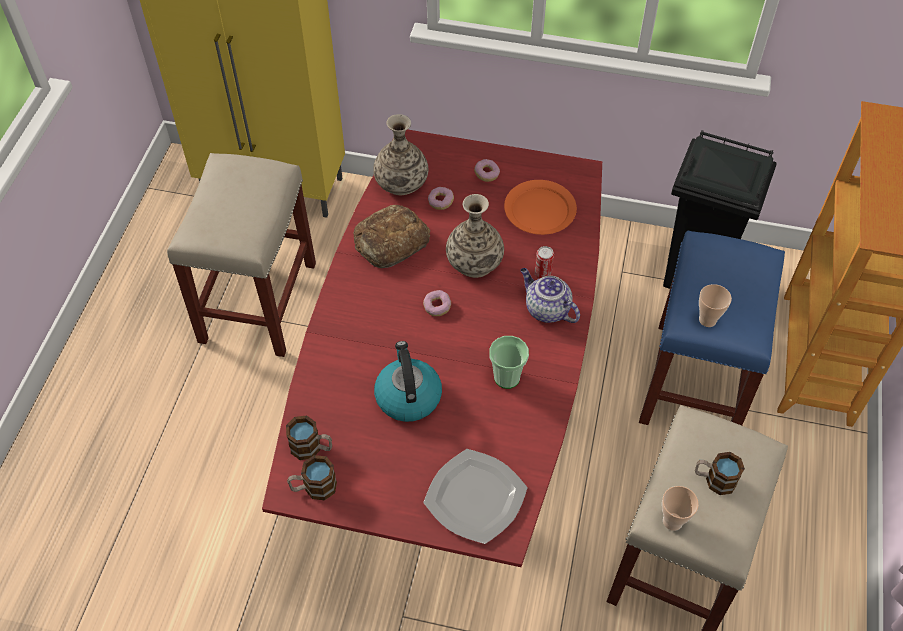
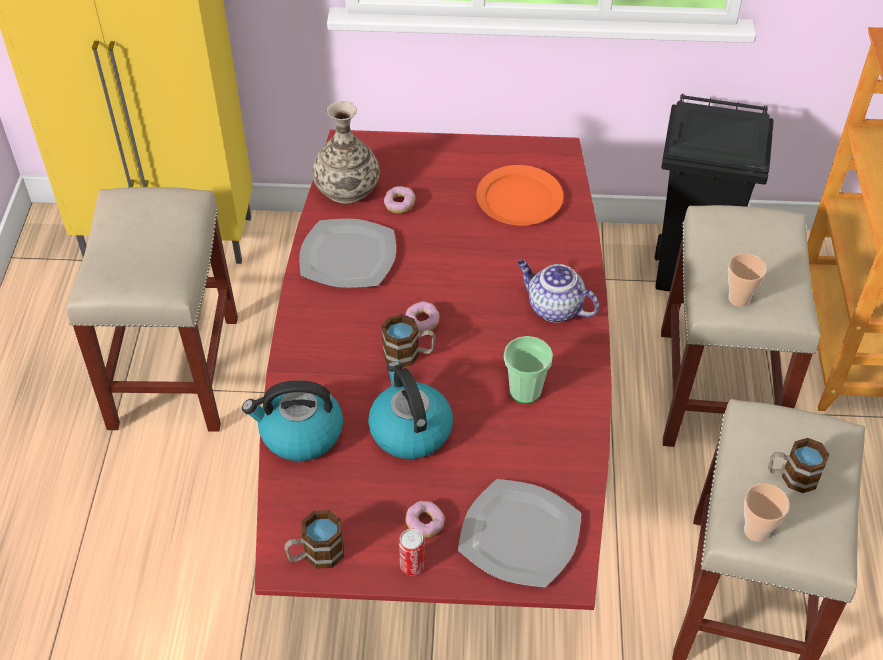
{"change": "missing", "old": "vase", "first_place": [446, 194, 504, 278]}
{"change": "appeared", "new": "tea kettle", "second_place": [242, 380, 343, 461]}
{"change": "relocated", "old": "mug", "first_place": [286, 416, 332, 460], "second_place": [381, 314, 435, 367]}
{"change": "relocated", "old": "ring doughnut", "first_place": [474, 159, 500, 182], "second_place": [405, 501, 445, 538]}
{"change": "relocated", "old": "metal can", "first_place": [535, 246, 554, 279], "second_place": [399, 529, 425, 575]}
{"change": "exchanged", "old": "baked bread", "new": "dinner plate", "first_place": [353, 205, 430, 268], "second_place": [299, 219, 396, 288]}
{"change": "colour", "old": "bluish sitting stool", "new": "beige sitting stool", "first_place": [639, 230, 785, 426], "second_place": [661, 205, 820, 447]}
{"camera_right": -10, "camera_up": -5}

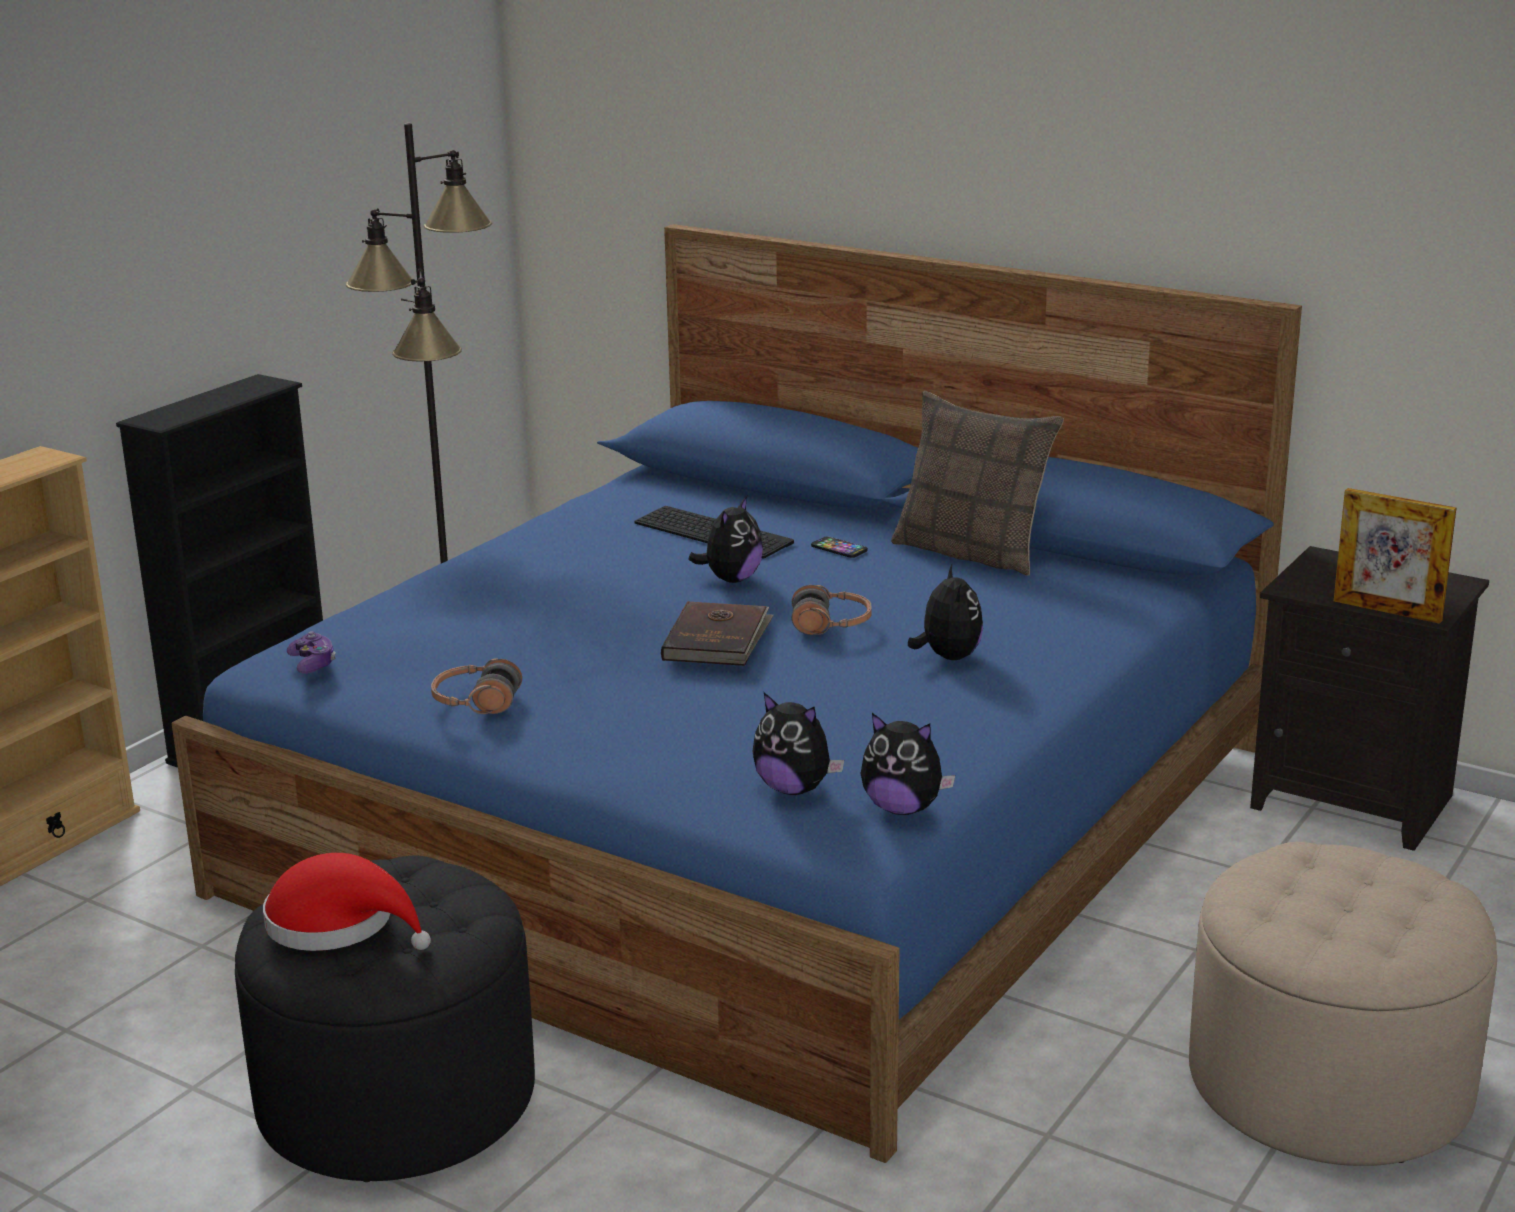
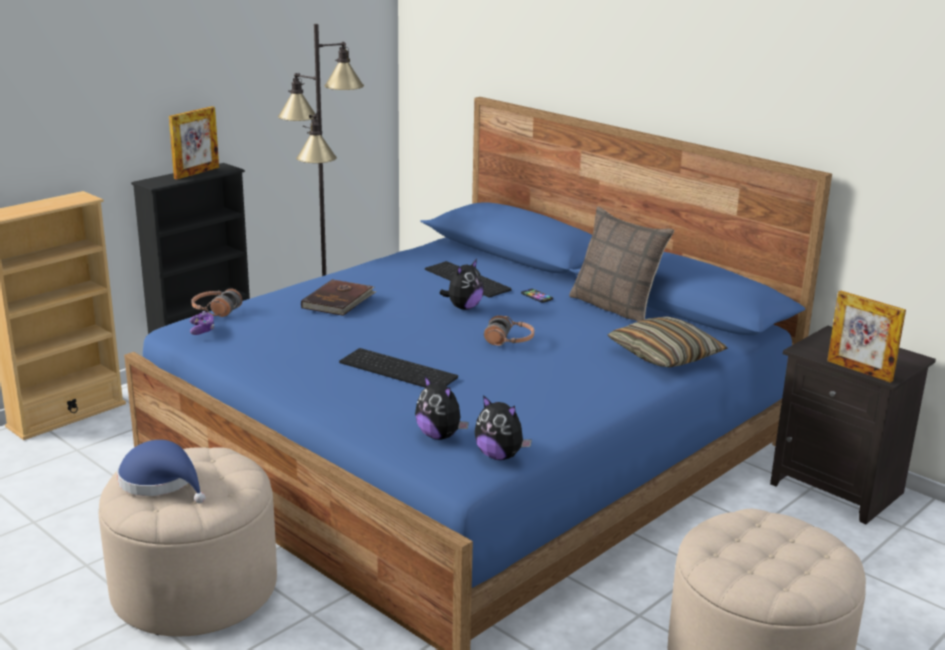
{"change": "missing", "old": "soft toy", "first_place": [908, 565, 983, 660]}
{"change": "appeared", "new": "picture frame", "second_place": [169, 106, 219, 179]}
{"change": "appeared", "new": "keyboard", "second_place": [339, 348, 458, 388]}
{"change": "appeared", "new": "pillow", "second_place": [608, 316, 728, 367]}
{"change": "relocated", "old": "headset", "first_place": [431, 658, 522, 714], "second_place": [191, 288, 242, 317]}
{"change": "relocated", "old": "brownish volume", "first_place": [661, 601, 774, 666], "second_place": [301, 279, 377, 316]}
{"change": "colour", "old": "black footrest", "new": "beige footrest", "first_place": [235, 856, 535, 1182], "second_place": [99, 447, 277, 636]}
{"change": "colour", "old": "red clothing hat", "new": "bluish clothing hat", "first_place": [263, 853, 431, 951], "second_place": [117, 440, 206, 503]}
{"camera_right": 10, "camera_up": 0}

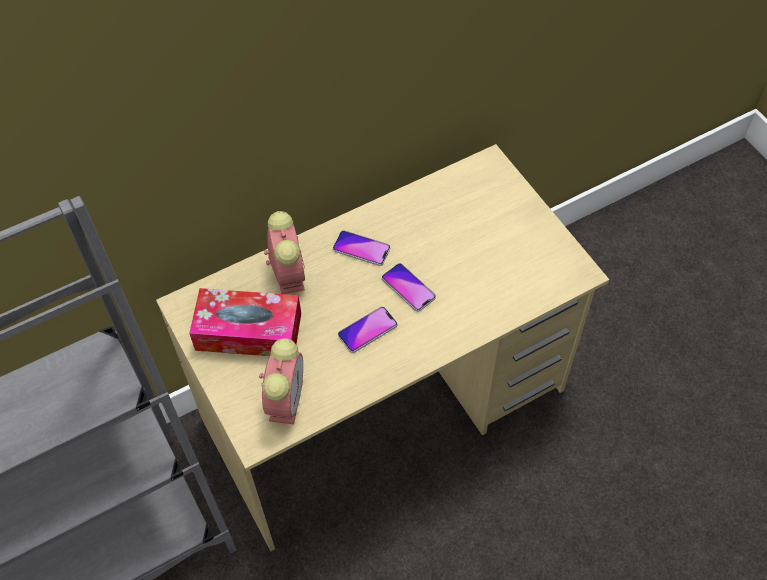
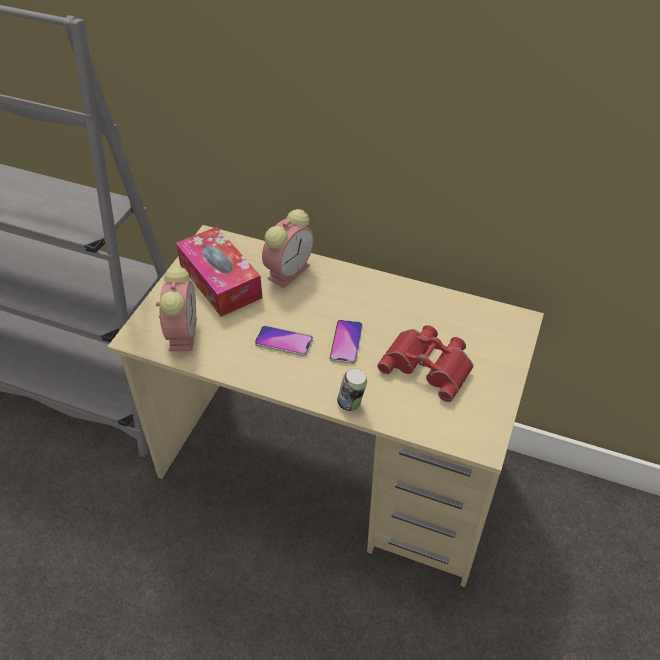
{"change": "missing", "old": "handset", "first_place": [333, 230, 390, 266]}
{"change": "appeared", "new": "metal can", "second_place": [337, 368, 367, 411]}
{"change": "appeared", "new": "red field glasses", "second_place": [377, 325, 473, 402]}
{"change": "spun", "old": "alarm clock", "first_place": [259, 338, 303, 425], "second_place": [156, 266, 197, 351], "degrees": -60}
{"camera_right": 50, "camera_up": -10}

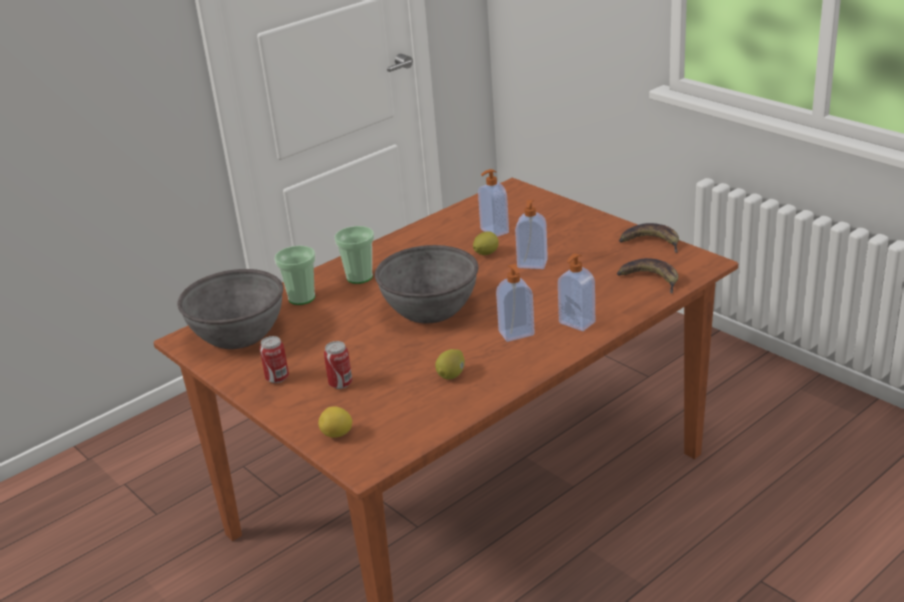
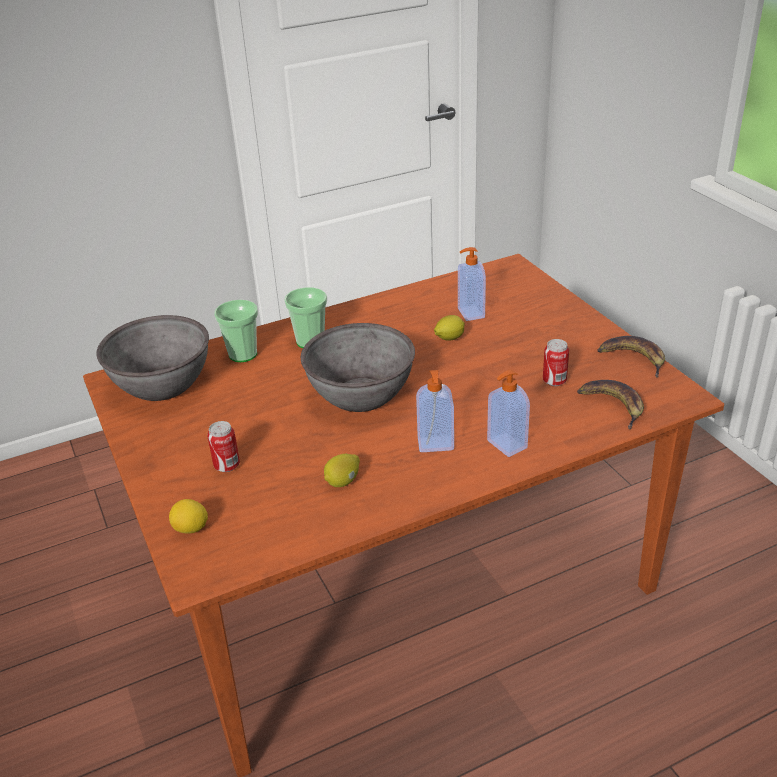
{"change": "missing", "old": "liquid soap bottle", "first_place": [515, 200, 548, 269]}
{"change": "relocated", "old": "metal can", "first_place": [260, 336, 289, 383], "second_place": [543, 339, 569, 386]}
{"camera_right": 15, "camera_up": 5}

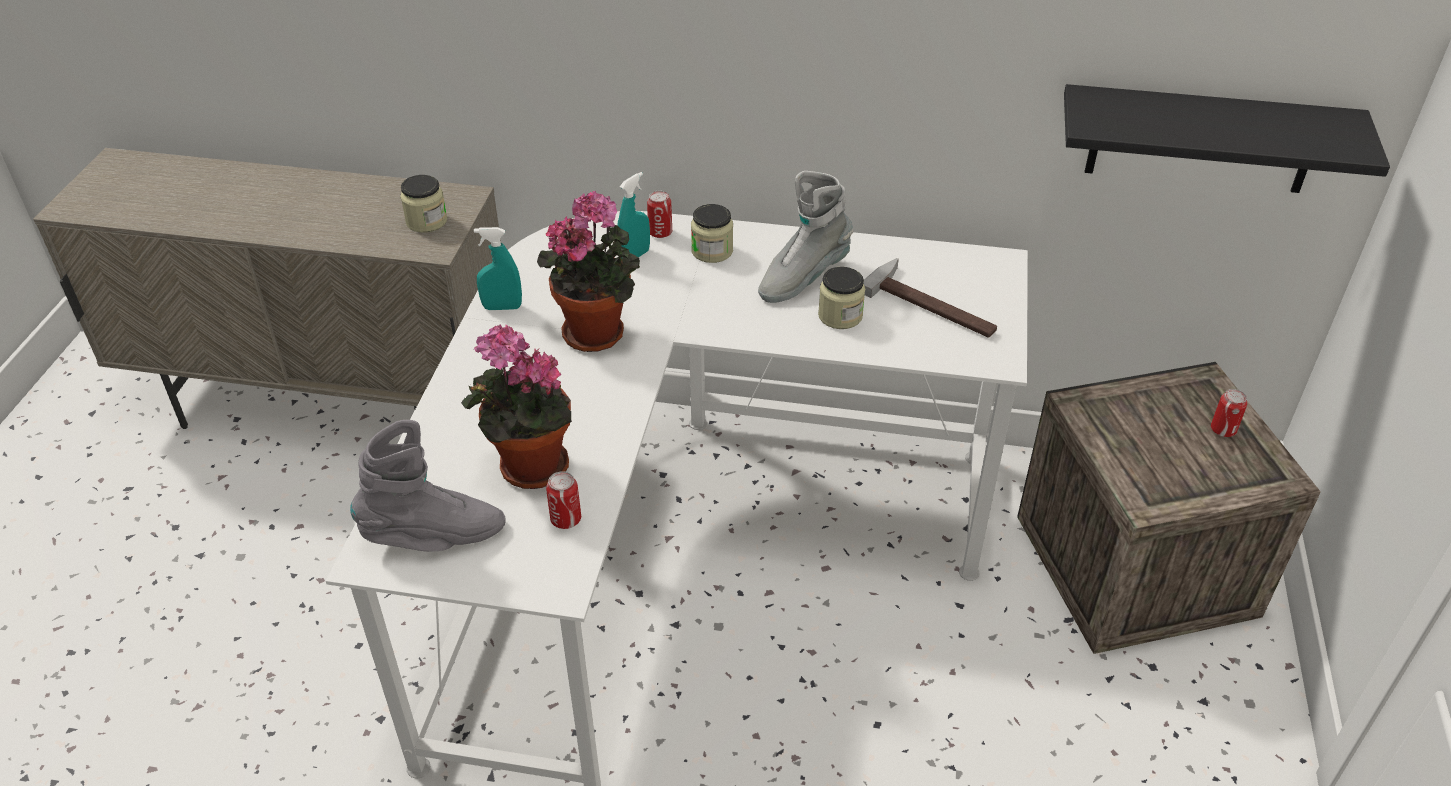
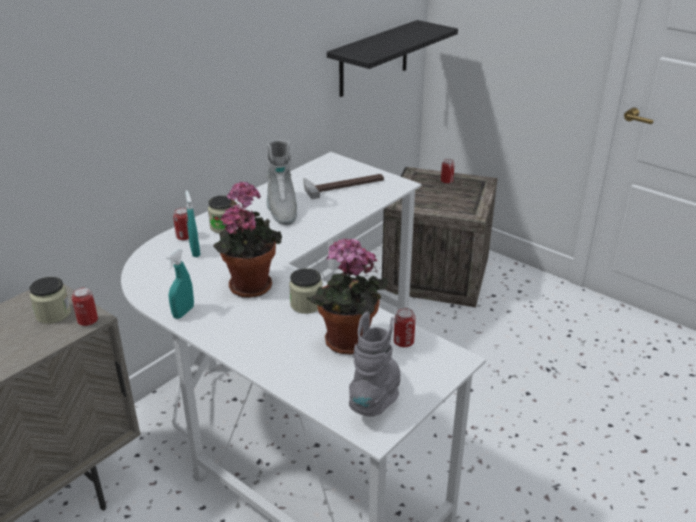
{"change": "appeared", "new": "metal can", "second_place": [72, 287, 98, 326]}
{"change": "relocated", "old": "storage jar", "first_place": [818, 267, 865, 329], "second_place": [289, 268, 323, 314]}
{"camera_right": -60, "camera_up": -10}

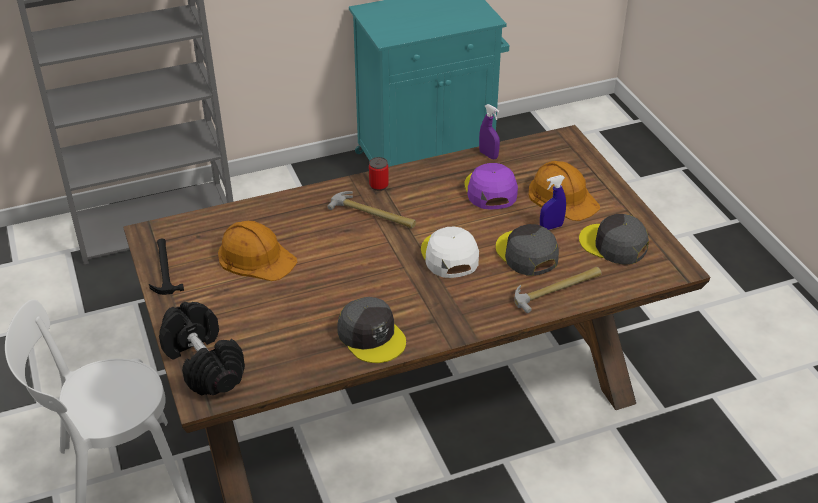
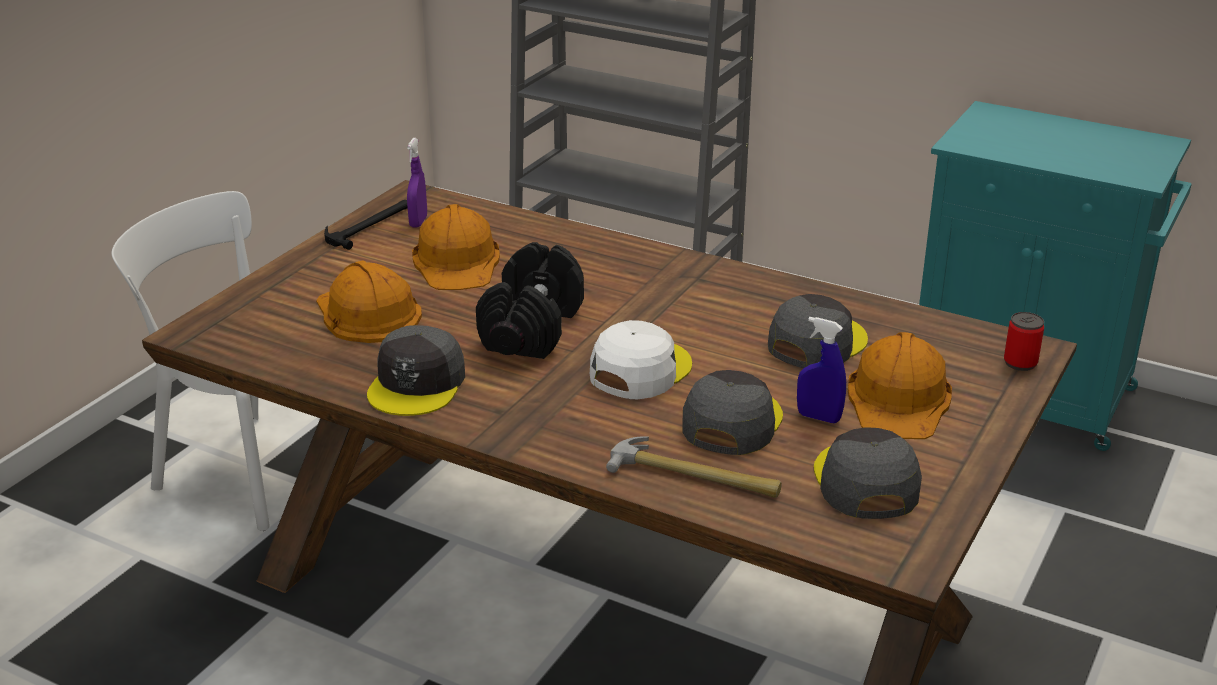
{"change": "missing", "old": "hand hammer", "first_place": [327, 191, 416, 229]}
{"change": "appeared", "new": "orange-coloured work helmet", "second_place": [316, 260, 422, 343]}
{"change": "relocated", "old": "black dumbbell", "first_place": [159, 302, 245, 395], "second_place": [476, 242, 584, 359]}
{"change": "relocated", "old": "metal can", "first_place": [369, 157, 389, 191], "second_place": [1004, 312, 1044, 371]}
{"change": "relocated", "old": "purplish sprayer", "first_place": [479, 104, 500, 159], "second_place": [407, 138, 427, 228]}
{"change": "colour", "old": "purplish cap", "new": "grey cap", "first_place": [464, 163, 518, 209], "second_place": [768, 294, 868, 368]}
{"camera_right": 50, "camera_up": -10}

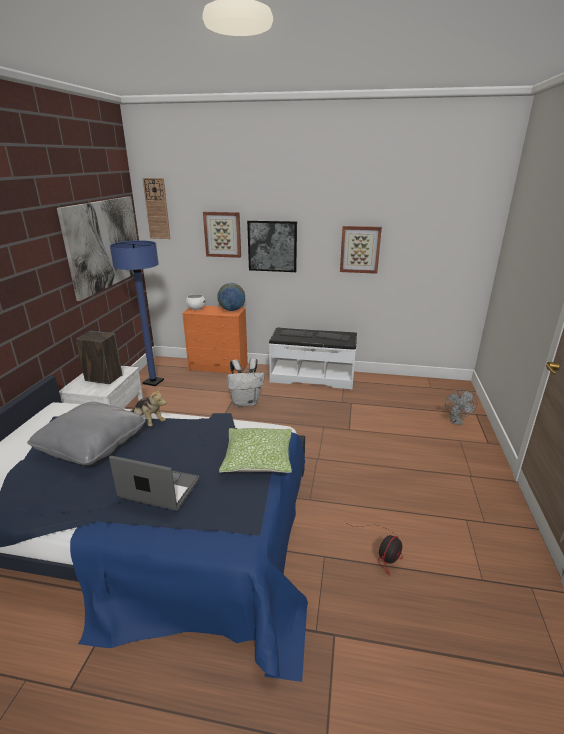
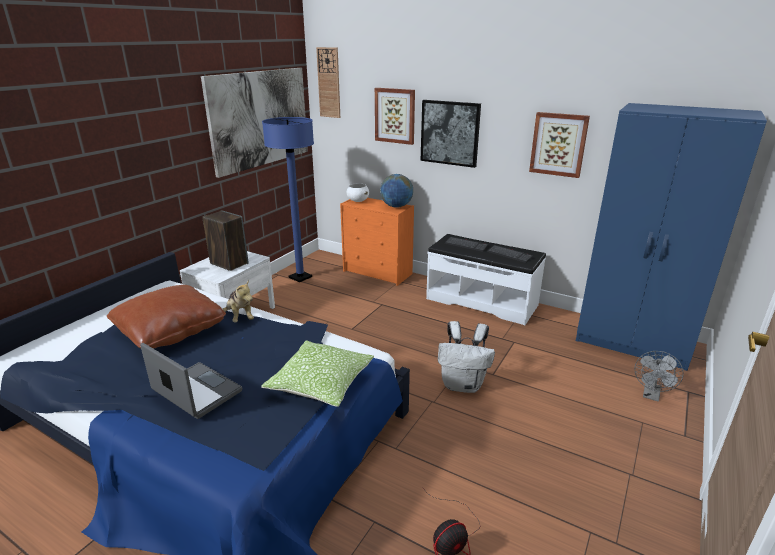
{"change": "appeared", "new": "bluish wardrobe", "second_place": [576, 103, 767, 371]}
{"change": "relocated", "old": "whitish knapsack", "first_place": [227, 358, 264, 407], "second_place": [438, 321, 495, 393]}
{"change": "colour", "old": "grey pillow", "new": "brownish pillow", "first_place": [27, 402, 146, 465], "second_place": [107, 285, 226, 349]}
{"camera_right": 20, "camera_up": 0}

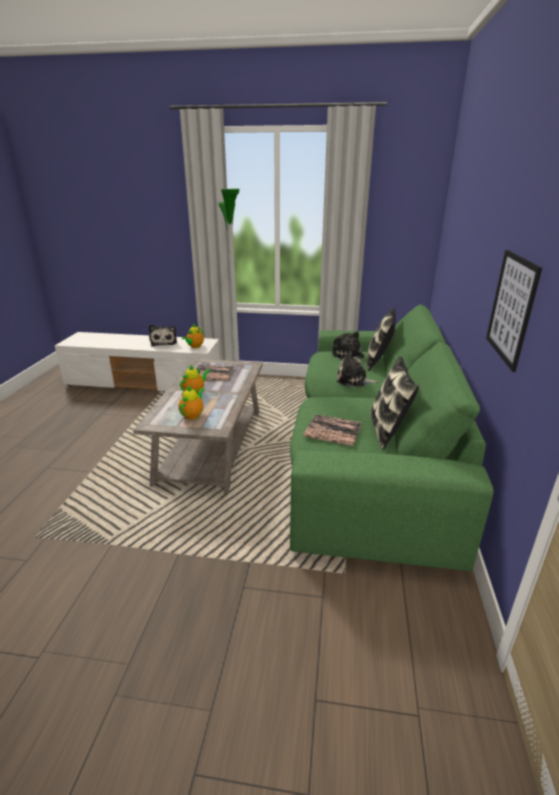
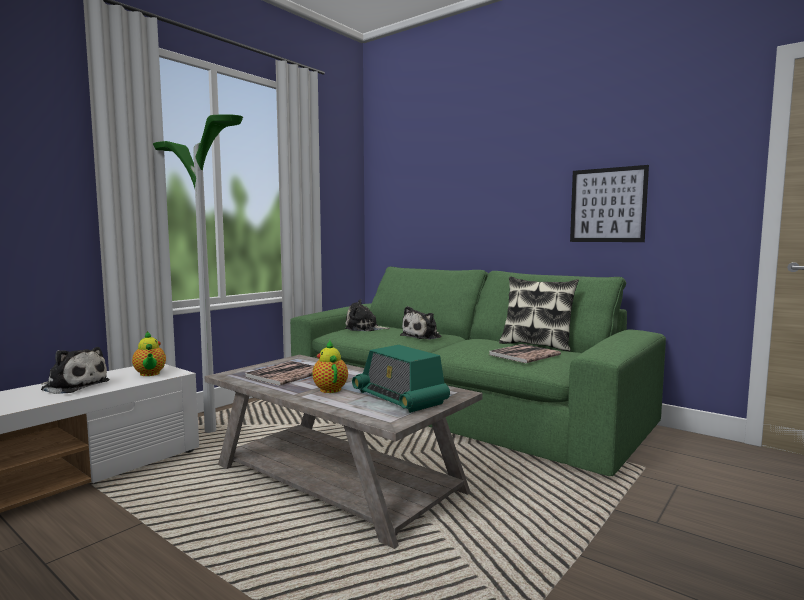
{"change": "missing", "old": "pillow", "first_place": [367, 308, 396, 370]}
{"change": "exchanged", "old": "tea pot", "new": "radio", "first_place": [178, 385, 205, 420], "second_place": [352, 345, 450, 413]}
{"camera_right": -60, "camera_up": -20}

